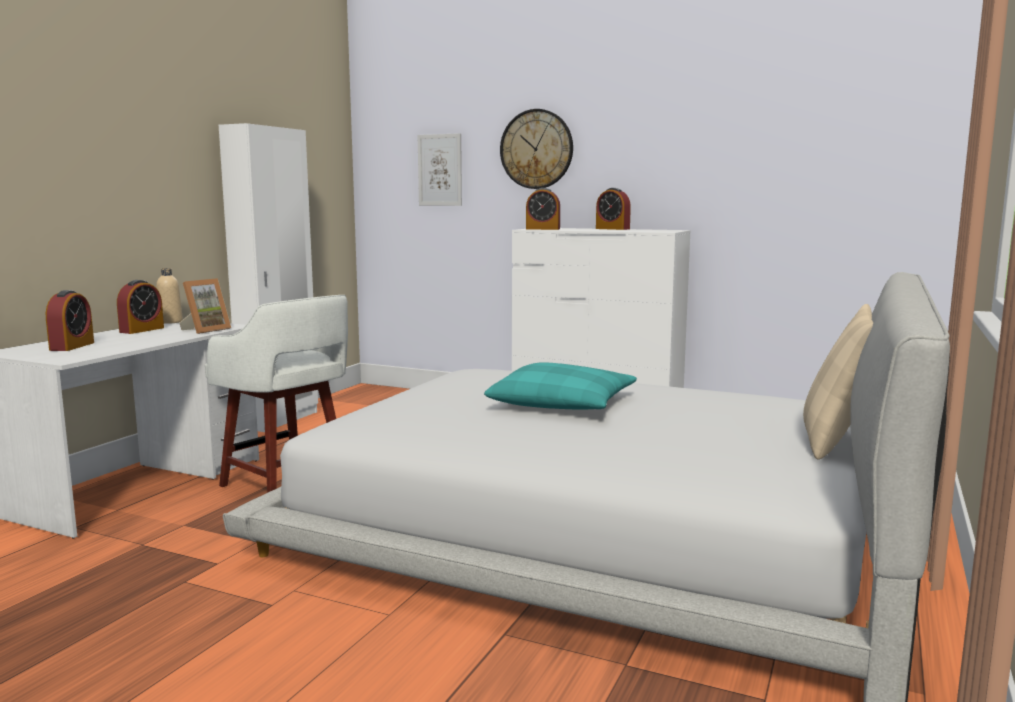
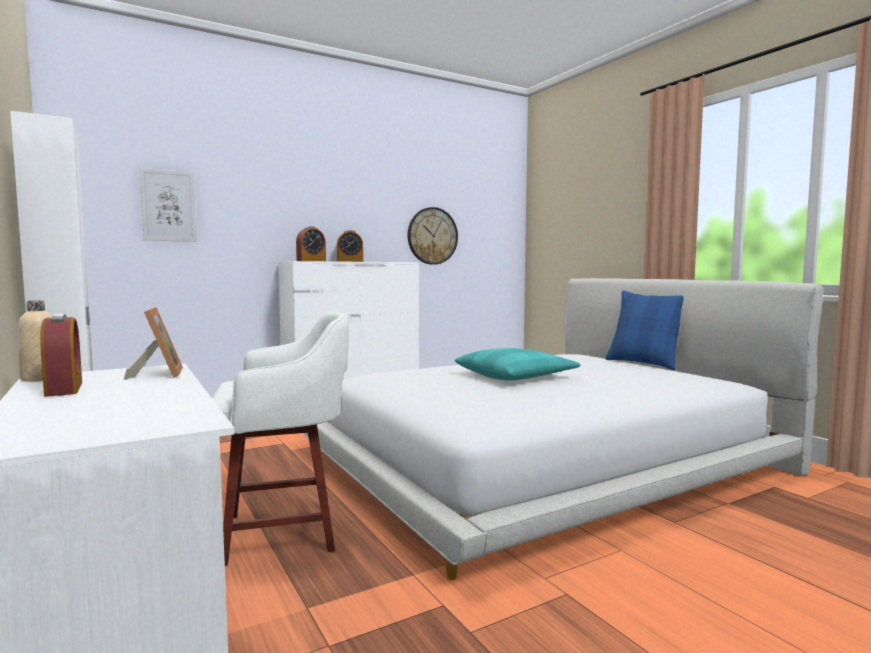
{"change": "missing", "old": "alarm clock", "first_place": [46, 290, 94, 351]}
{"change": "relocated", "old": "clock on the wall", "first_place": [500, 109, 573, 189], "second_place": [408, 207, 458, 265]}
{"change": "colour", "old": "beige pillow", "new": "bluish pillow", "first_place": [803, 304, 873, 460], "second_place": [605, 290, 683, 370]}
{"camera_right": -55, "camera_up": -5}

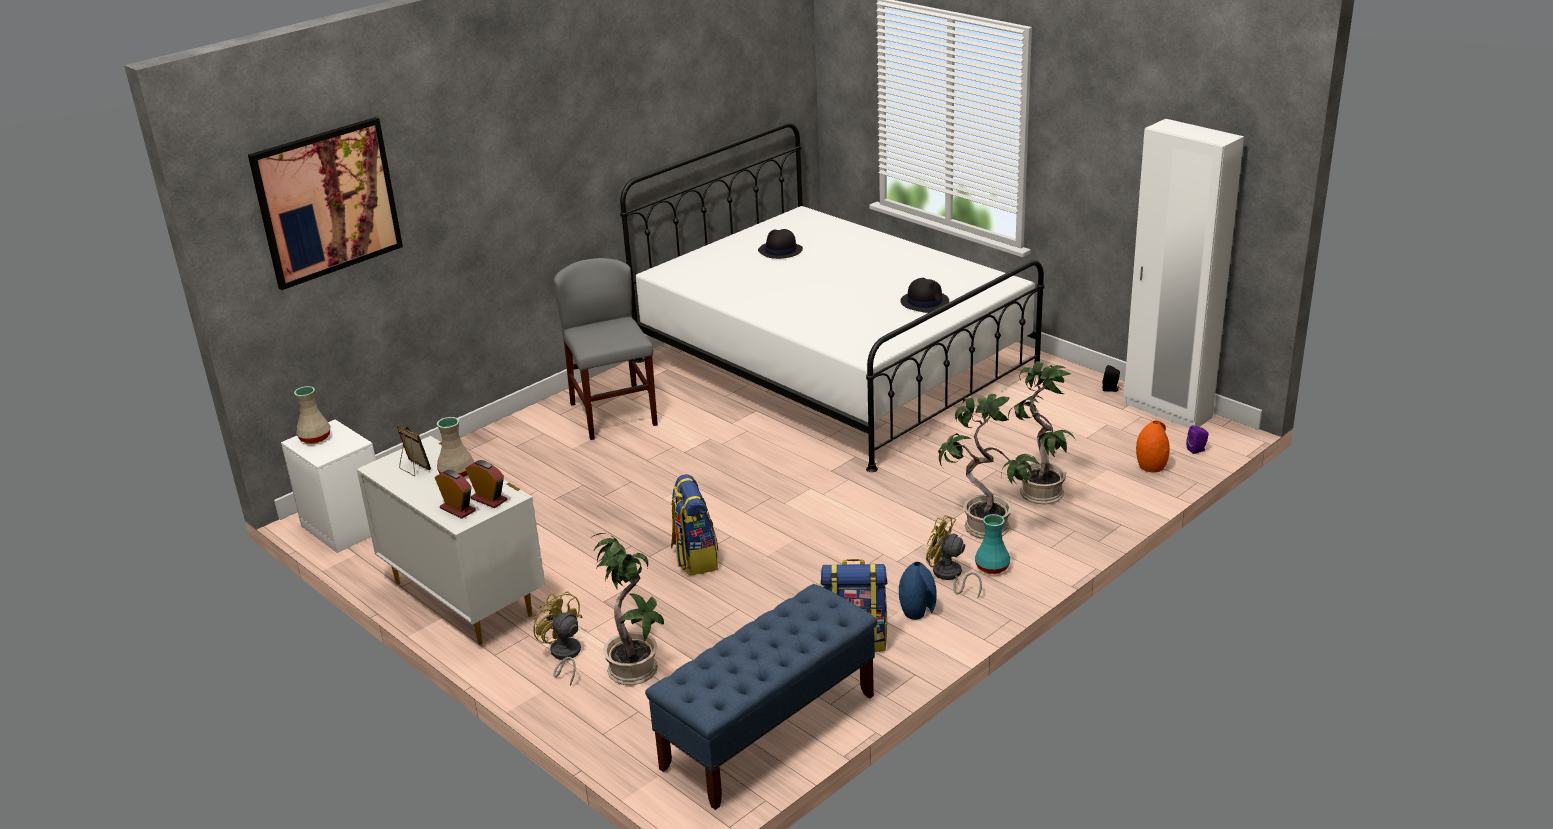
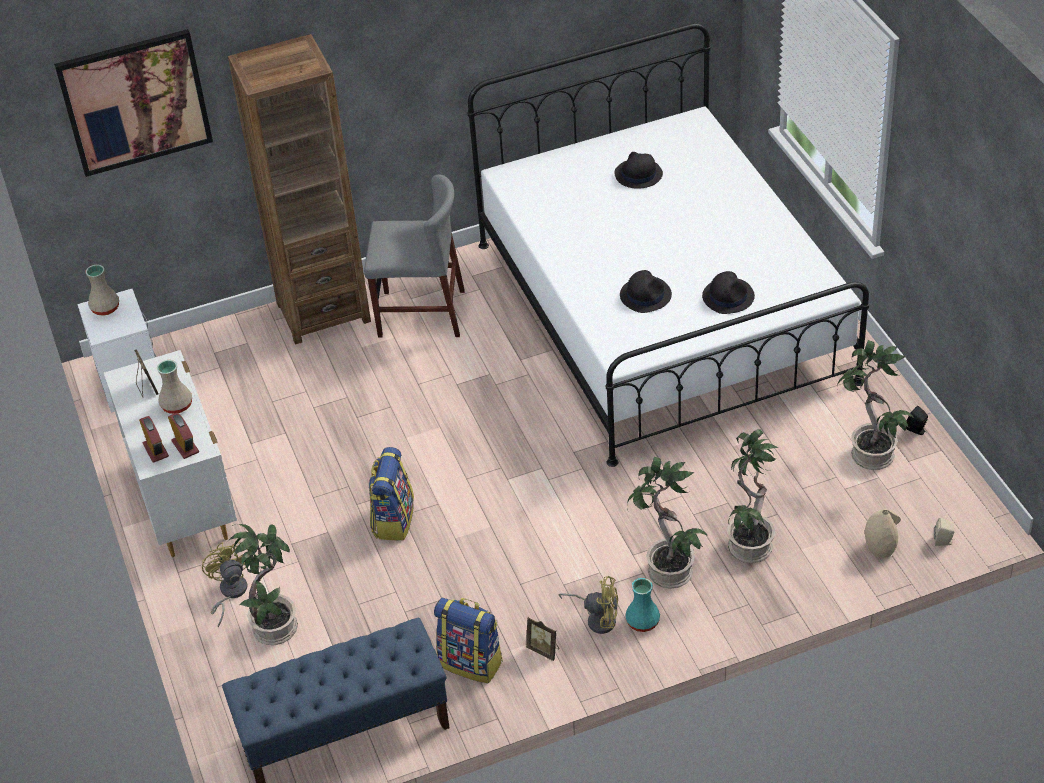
{"change": "missing", "old": "whitish wardrobe", "first_place": [1124, 119, 1244, 428]}
{"change": "appeared", "new": "brownish bookcase", "second_place": [228, 34, 371, 345]}
{"change": "appeared", "new": "black clothing hat", "second_place": [620, 270, 672, 313]}
{"change": "appeared", "new": "potted plant", "second_place": [837, 340, 914, 470]}
{"change": "exchanged", "old": "bluish vase", "new": "picture frame", "first_place": [899, 562, 937, 620], "second_place": [526, 617, 559, 661]}
{"change": "colour", "old": "orange-coloured vase", "new": "beige vase", "first_place": [1136, 421, 1170, 472], "second_place": [865, 509, 901, 558]}
{"change": "colour", "old": "purplish speaker", "new": "beige speaker", "first_place": [1186, 425, 1209, 454], "second_place": [934, 518, 954, 546]}
{"change": "spun", "old": "grey chair", "first_place": [554, 258, 658, 440], "second_place": [364, 174, 465, 338], "degrees": 90}
{"change": "spun", "old": "yellow electric fan", "first_place": [926, 515, 982, 598], "second_place": [559, 576, 618, 634], "degrees": 135}
{"camera_right": 25, "camera_up": 15}

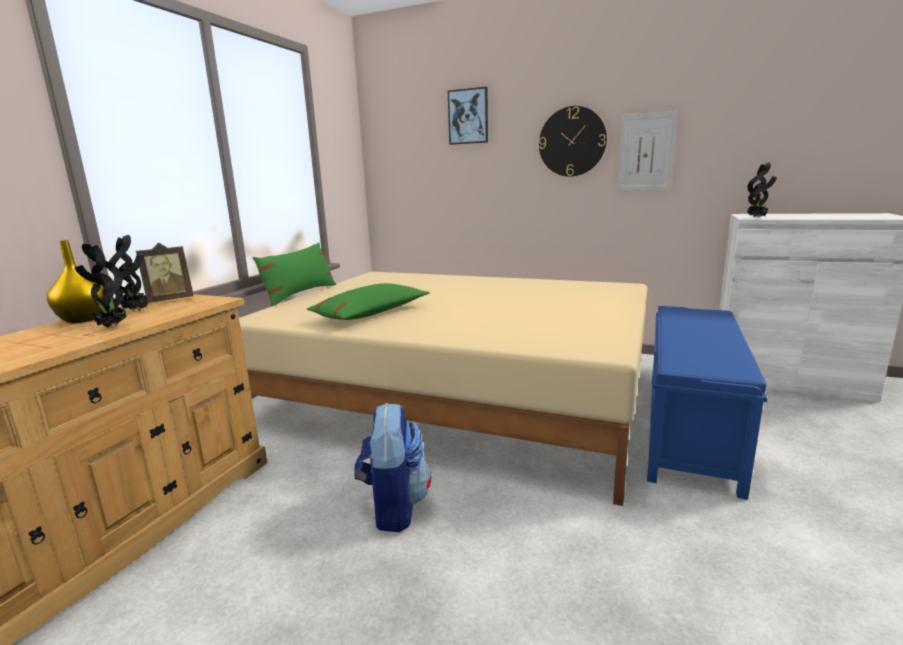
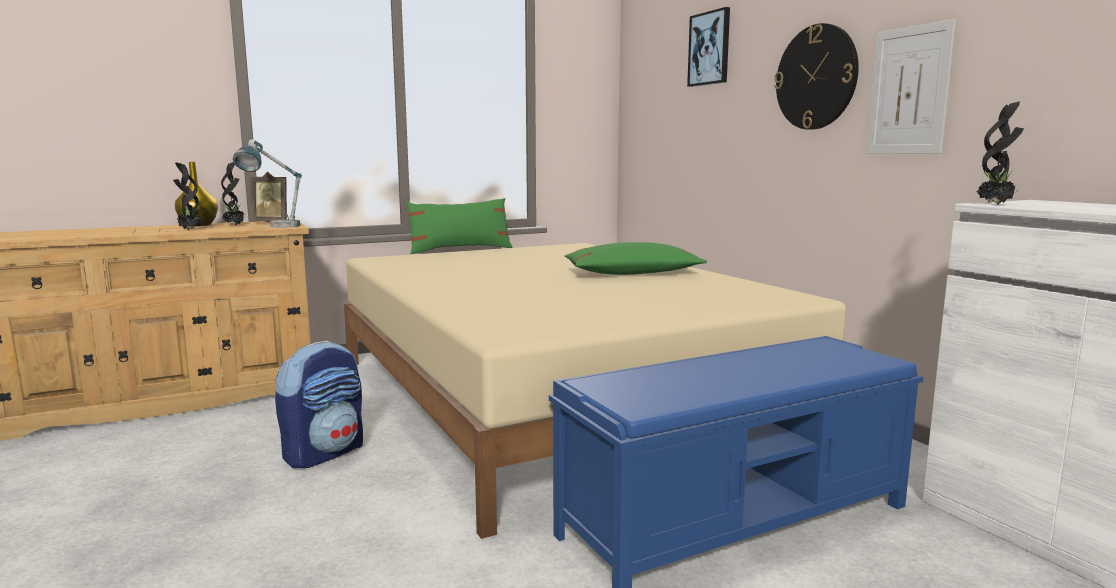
{"change": "appeared", "new": "table lamp", "second_place": [233, 139, 302, 228]}
{"change": "relocated", "old": "green pillow", "first_place": [307, 283, 430, 320], "second_place": [565, 242, 707, 275]}
{"camera_right": 40, "camera_up": -5}

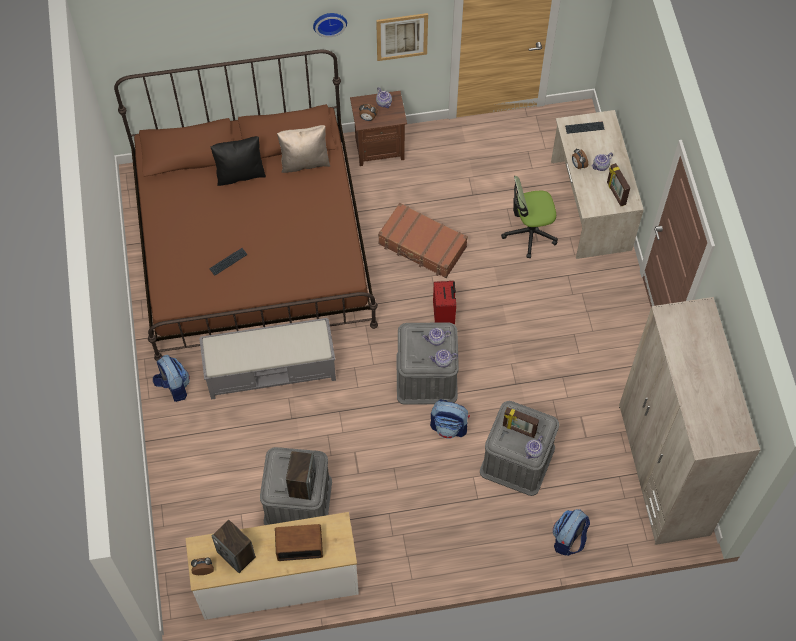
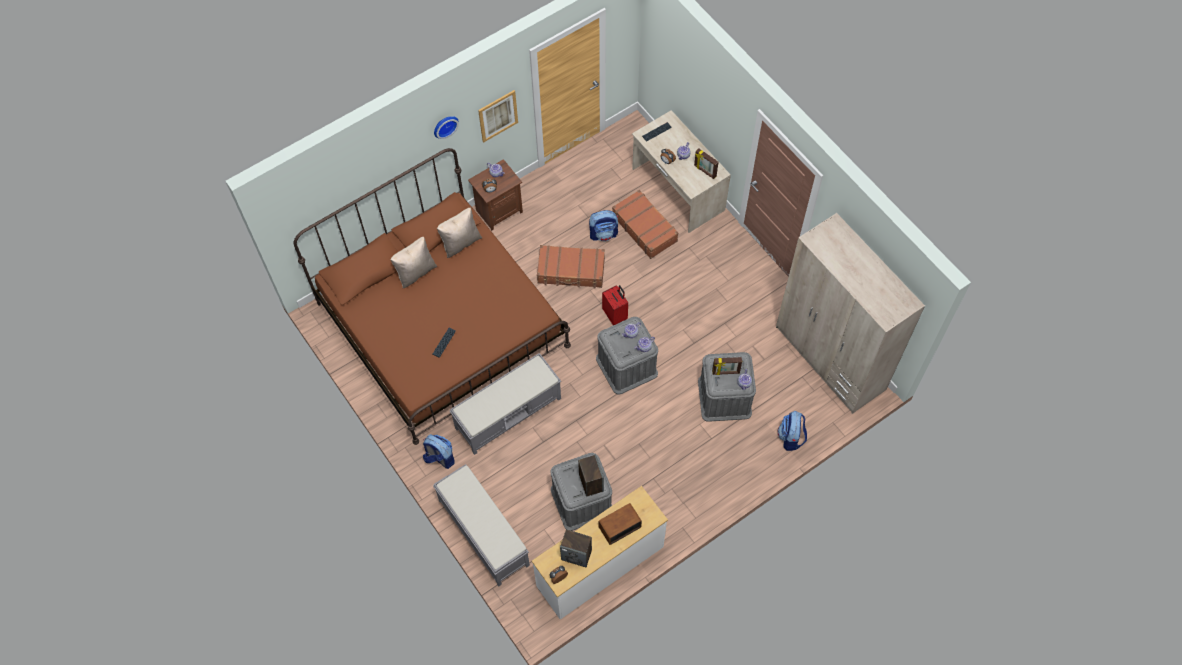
{"change": "appeared", "new": "grey bench", "second_place": [433, 464, 530, 587]}
{"change": "relocated", "old": "knapsack", "first_place": [430, 399, 470, 439], "second_place": [589, 210, 618, 241]}
{"change": "exchanged", "old": "office chair", "new": "brownish suitcase", "first_place": [501, 176, 558, 258], "second_place": [612, 190, 679, 259]}
{"change": "colour", "old": "black pillow", "new": "beige pillow", "first_place": [210, 136, 266, 186], "second_place": [390, 237, 437, 288]}
{"camera_right": -25, "camera_up": 0}

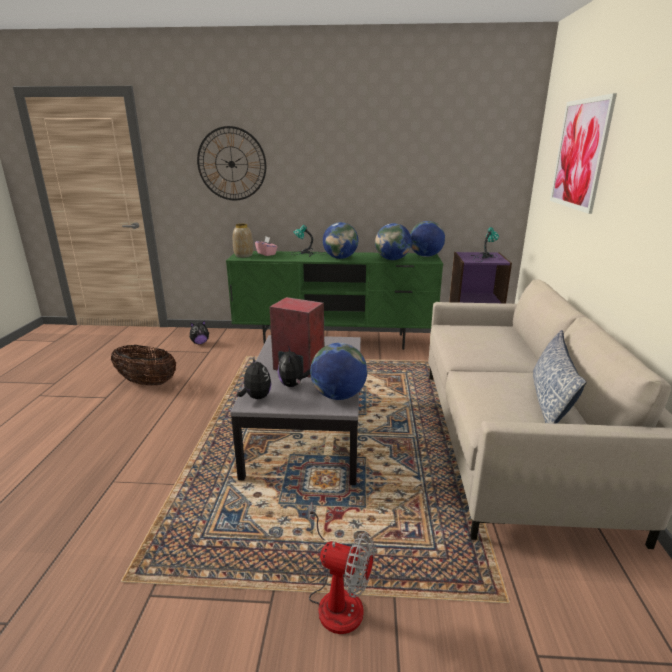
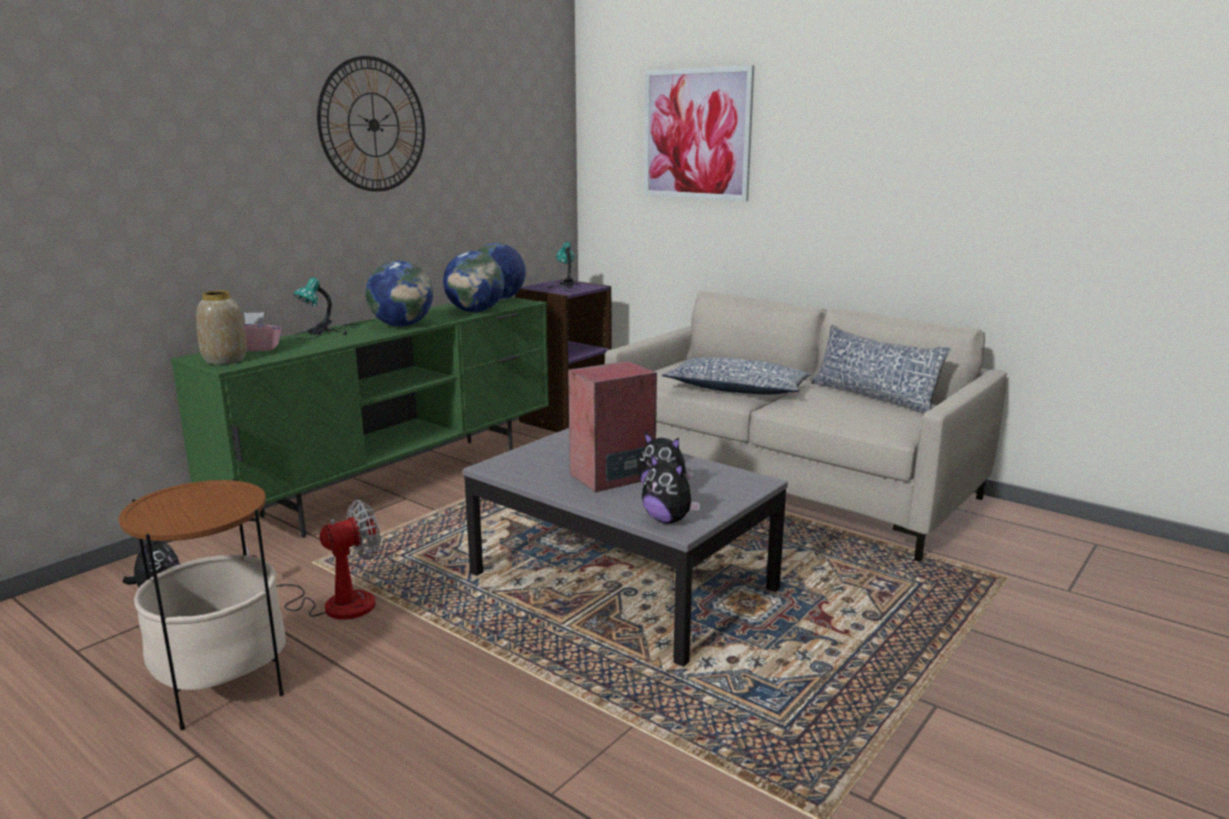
{"change": "missing", "old": "world globe", "first_place": [310, 343, 367, 400]}
{"change": "appeared", "new": "pillow", "second_place": [662, 357, 811, 395]}
{"change": "relocated", "old": "clock on the wall", "first_place": [197, 126, 266, 200], "second_place": [317, 56, 425, 192]}
{"change": "relocated", "old": "electric fan", "first_place": [306, 502, 375, 634], "second_place": [245, 500, 380, 620]}
{"change": "exchanged", "old": "storage basket", "new": "end table", "first_place": [111, 345, 176, 386], "second_place": [119, 479, 286, 730]}
{"change": "spun", "old": "soft toy", "first_place": [237, 358, 271, 399], "second_place": [642, 454, 701, 524], "degrees": -150}
{"camera_right": -55, "camera_up": -5}

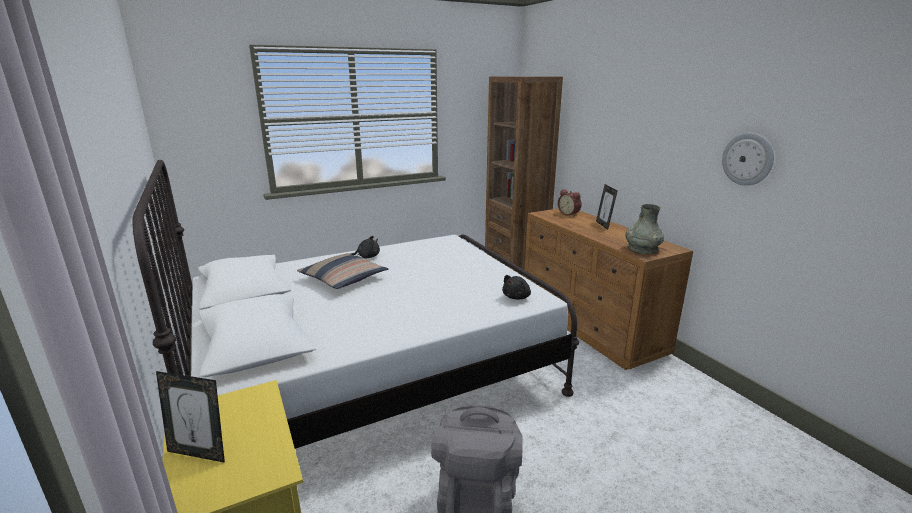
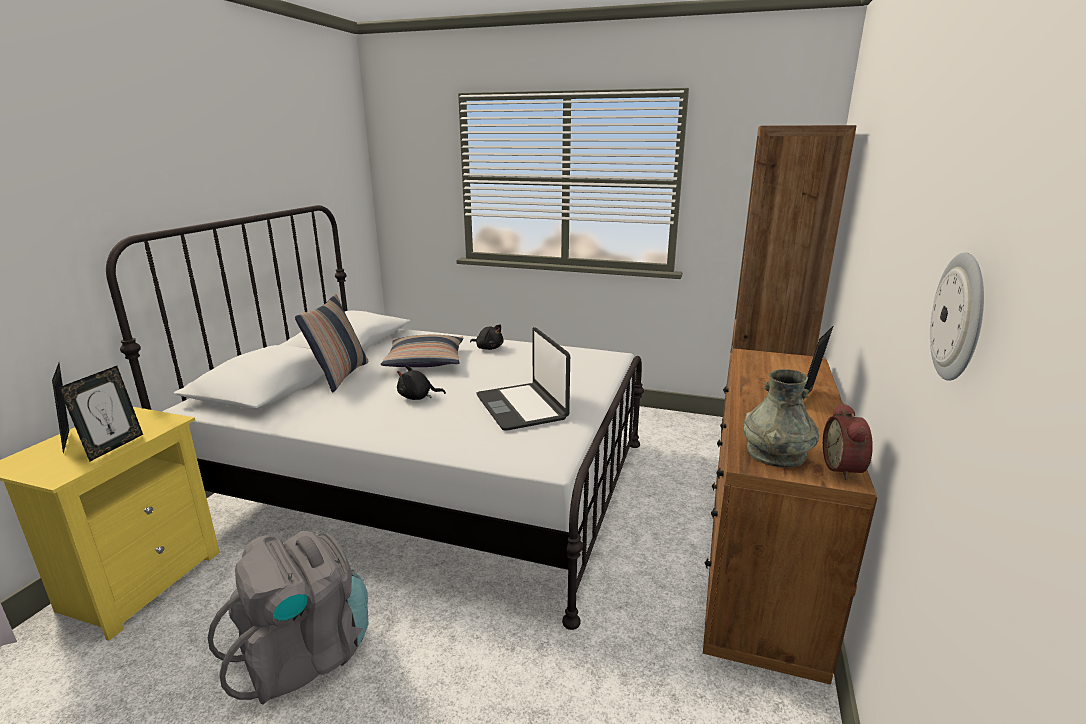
{"change": "appeared", "new": "picture frame", "second_place": [59, 366, 143, 461]}
{"change": "appeared", "new": "pillow", "second_place": [295, 294, 369, 392]}
{"change": "appeared", "new": "laptop", "second_place": [476, 327, 570, 431]}
{"change": "relocated", "old": "black soft toy", "first_place": [502, 275, 531, 299], "second_place": [397, 365, 446, 400]}
{"change": "relocated", "old": "alarm clock", "first_place": [558, 189, 582, 217], "second_place": [823, 403, 873, 480]}
{"camera_right": 45, "camera_up": 0}

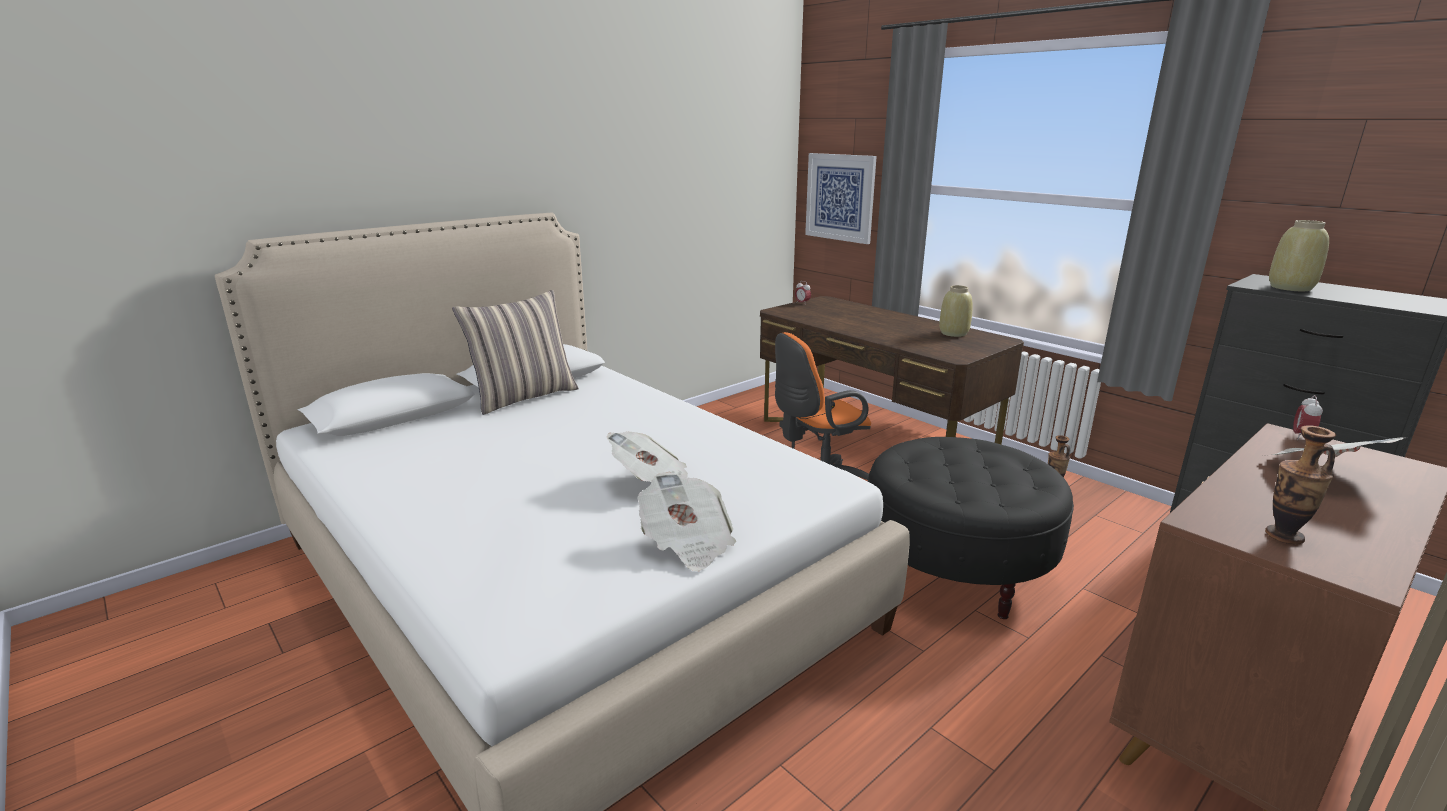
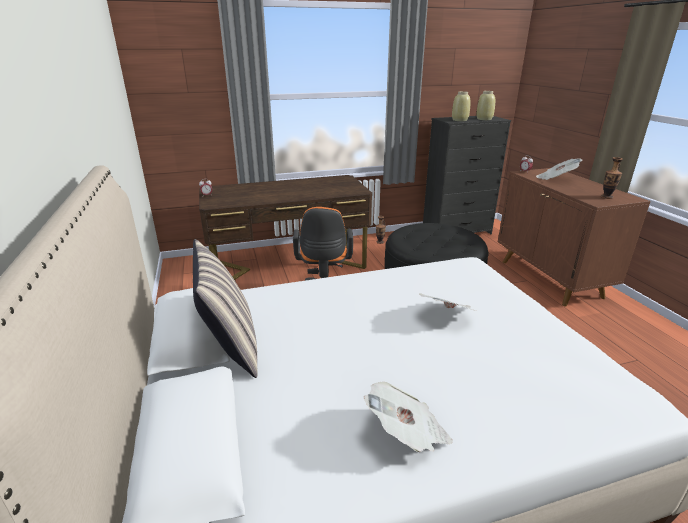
{"change": "missing", "old": "wall picture", "first_place": [805, 153, 877, 244]}
{"change": "relocated", "old": "newspaper", "first_place": [637, 472, 736, 571], "second_place": [364, 382, 453, 453]}
{"change": "relocated", "old": "beige vase", "first_place": [939, 285, 973, 337], "second_place": [476, 91, 495, 120]}
{"camera_right": -65, "camera_up": 5}

